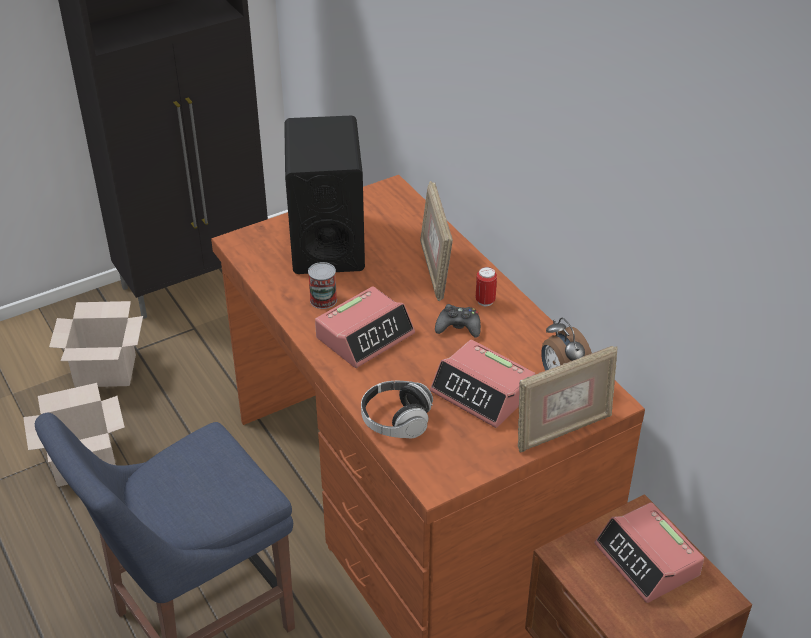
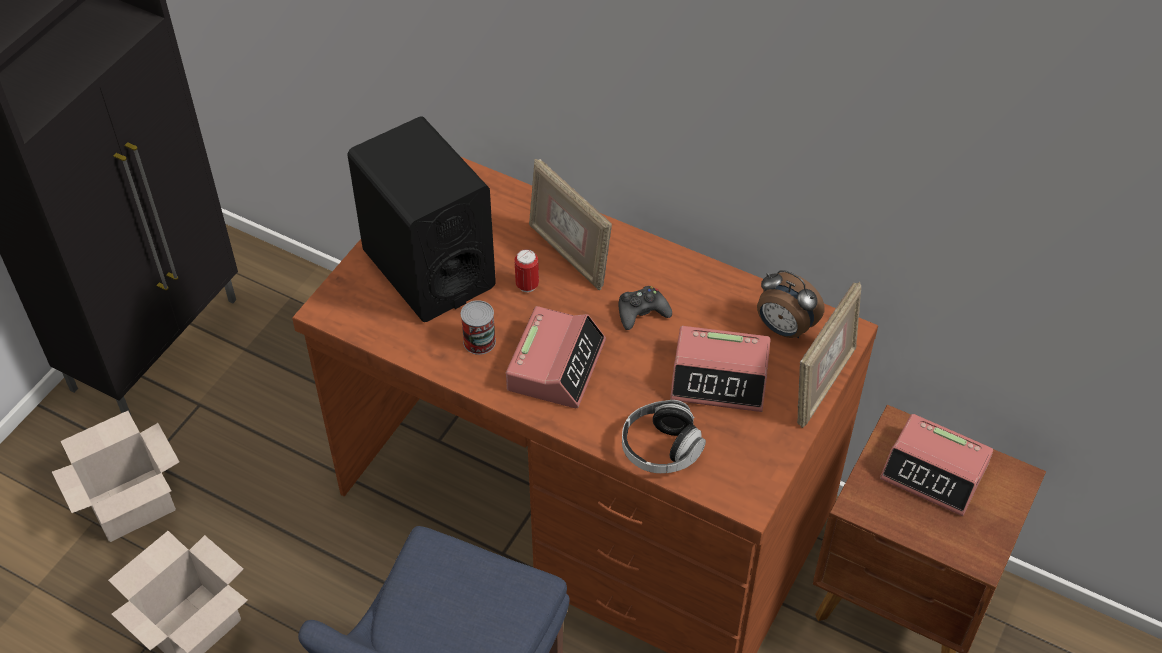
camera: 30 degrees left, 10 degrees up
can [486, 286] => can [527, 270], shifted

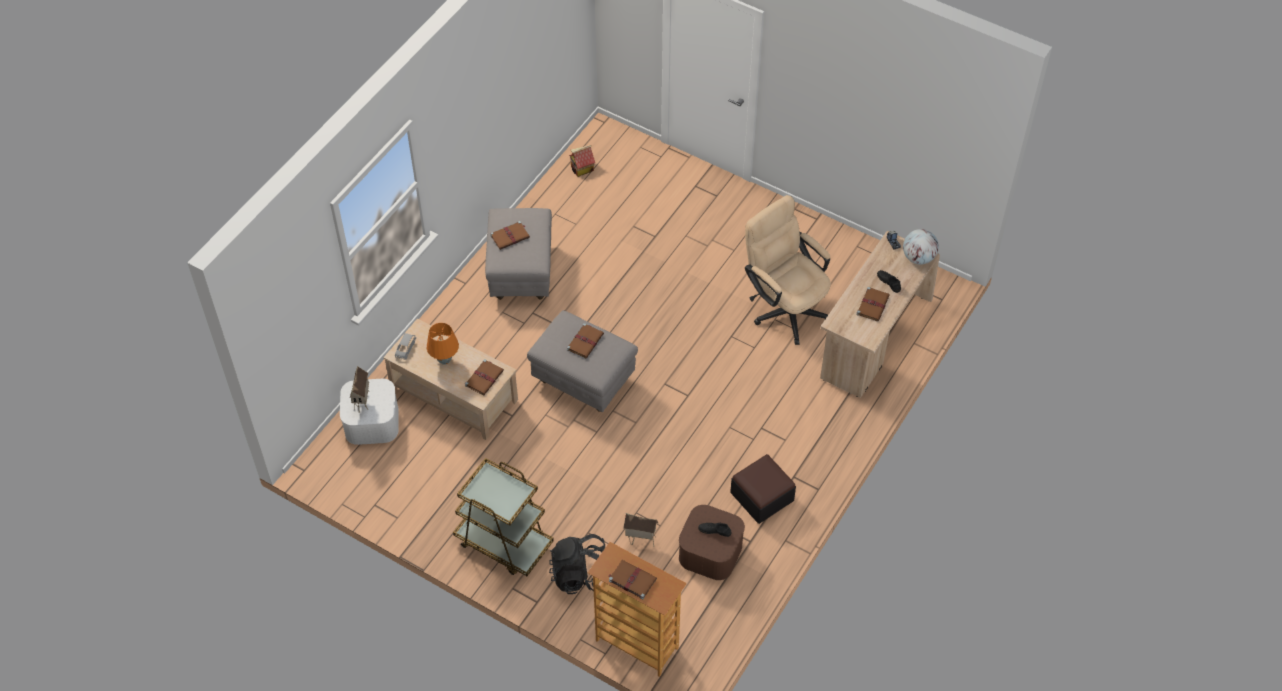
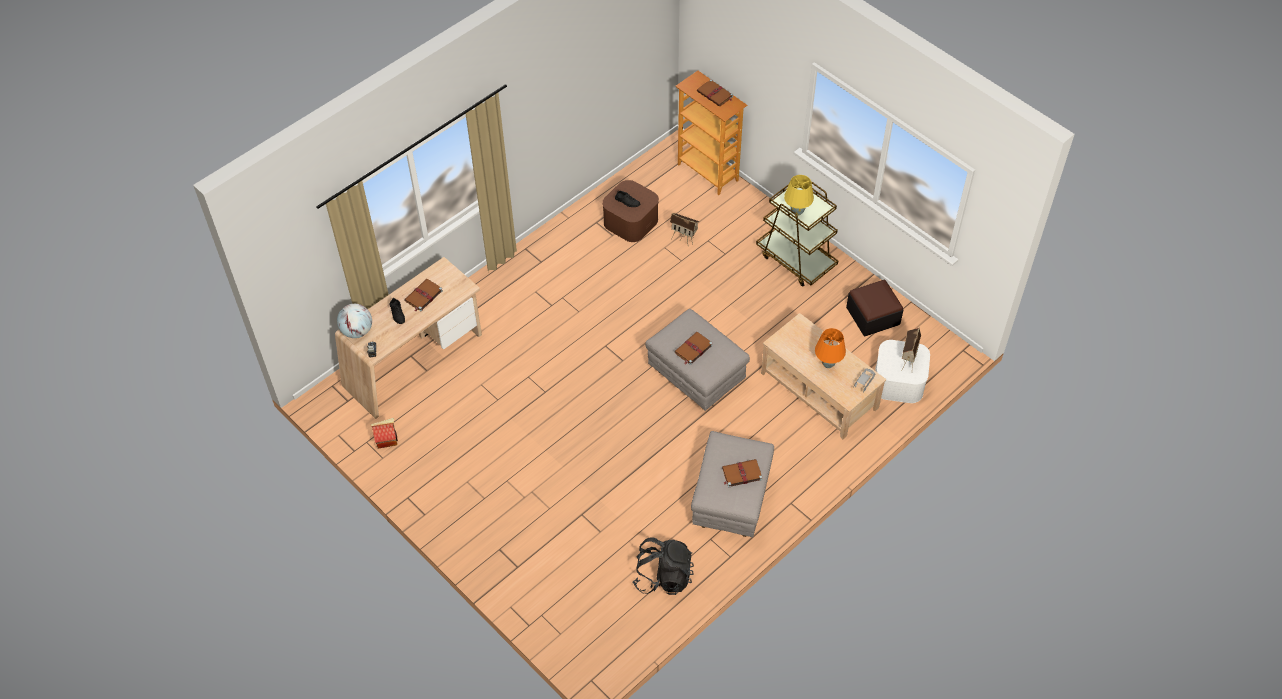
camera: 165 degrees left, 0 degrees up
book (brown) [484, 377] => nothing
backpack (black) [577, 564] => backpack (black) [663, 566], shifted
toy house [582, 161] => toy house [384, 433], shifted
ottoman [763, 489] => ottoman [874, 307], shifted
office chair (beige) [788, 270] => nothing
nothing => table lamp (yellow) [799, 195]

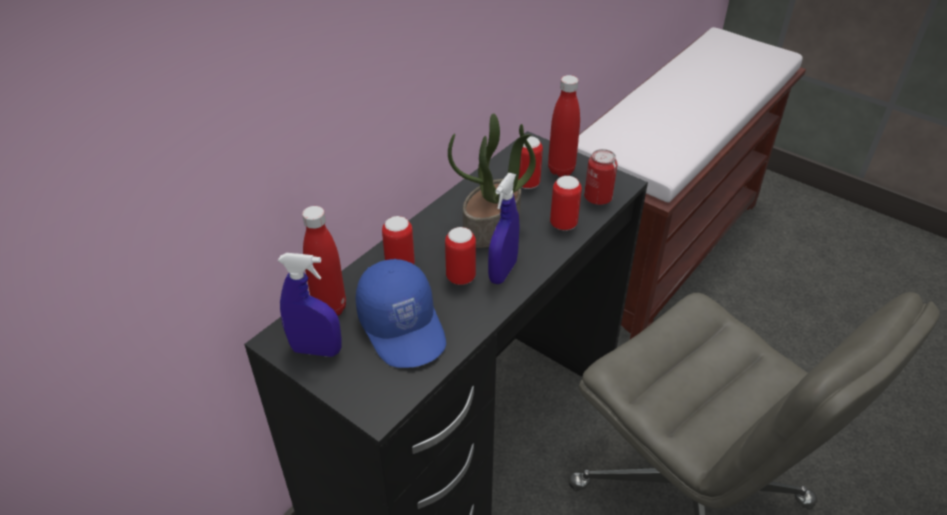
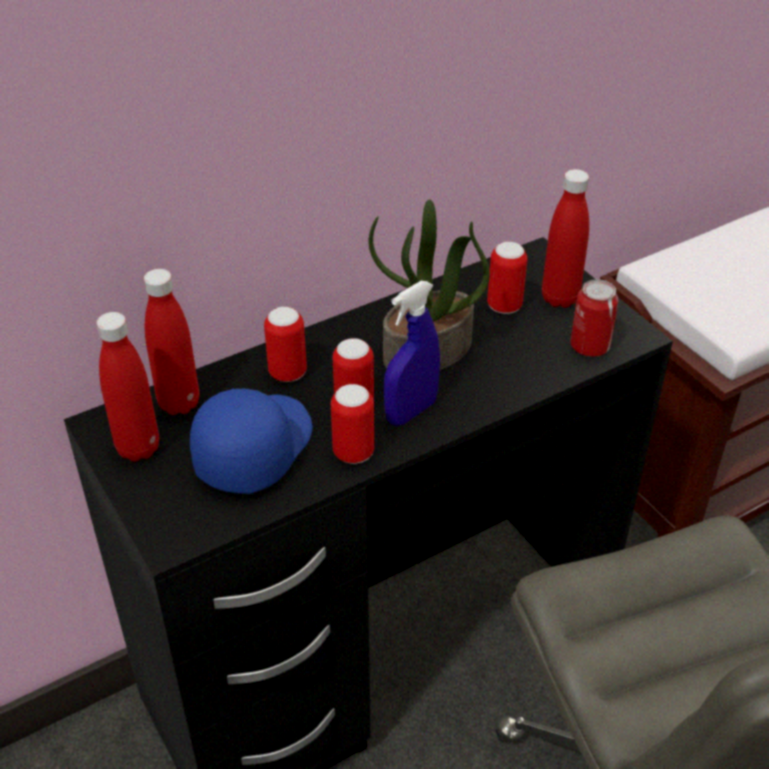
camera: 20 degrees right, 0 degrees up
spray bottle (blue) [310, 305] => bottle (red) [127, 387]
cap (blue) [401, 313] => cap (blue) [251, 441], 150 degrees counterclockwise
can [566, 203] => can [352, 424], shifted

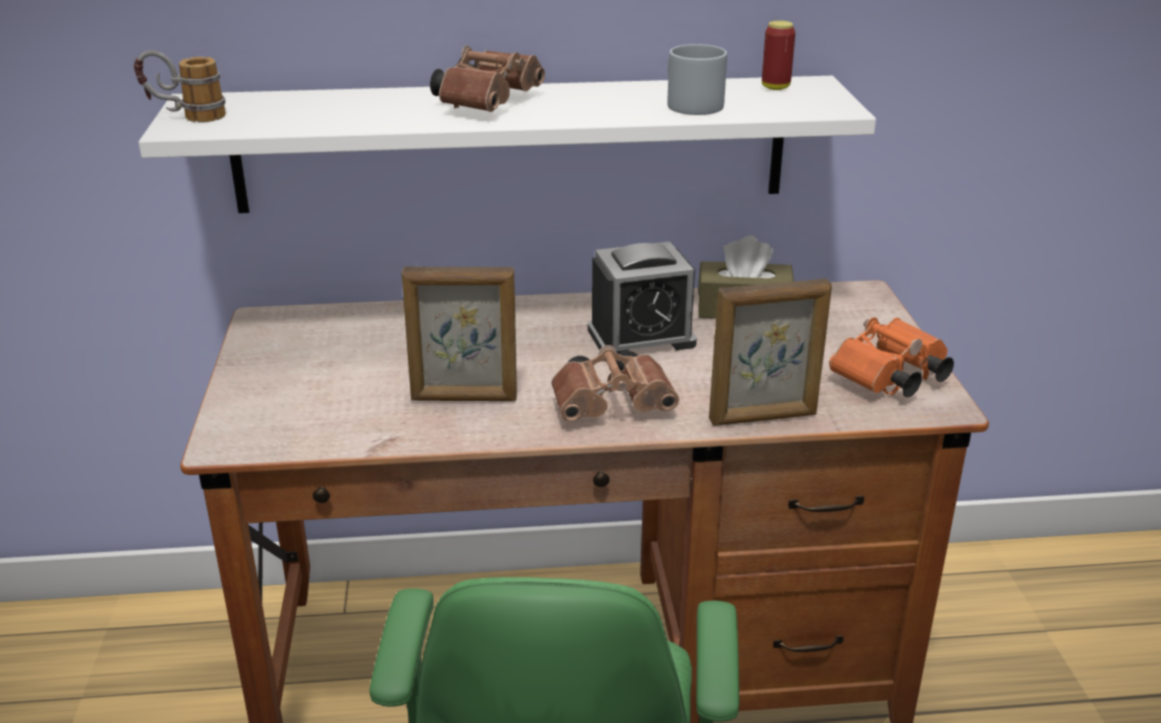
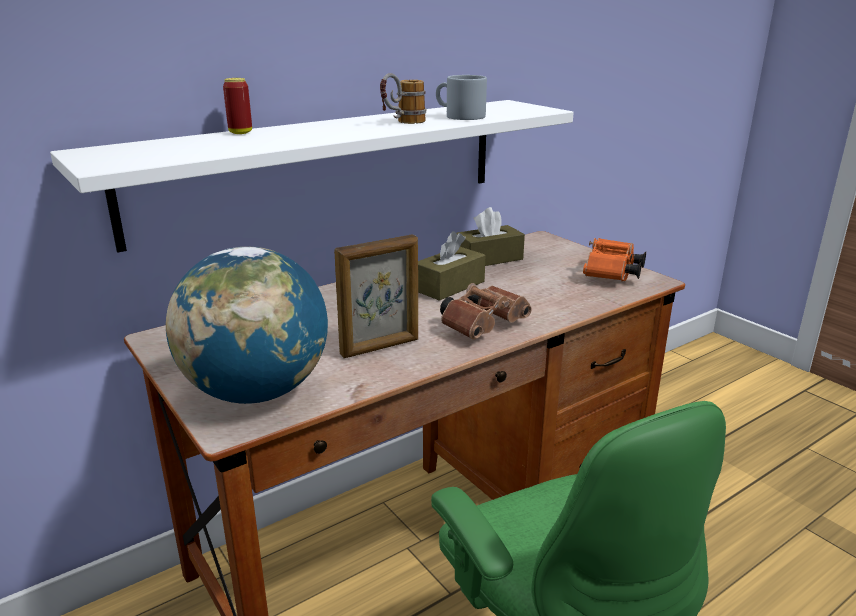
camera: 30 degrees left, 5 degrees down
mug [180, 86] => mug [403, 98], shifted
binoculars (brown) [487, 79] => nothing
alarm clock [642, 297] => tissue box (brown) [452, 266]
picture frame [770, 352] => nothing
can [778, 55] => can [237, 106], shifted
nothing => globe [247, 325]

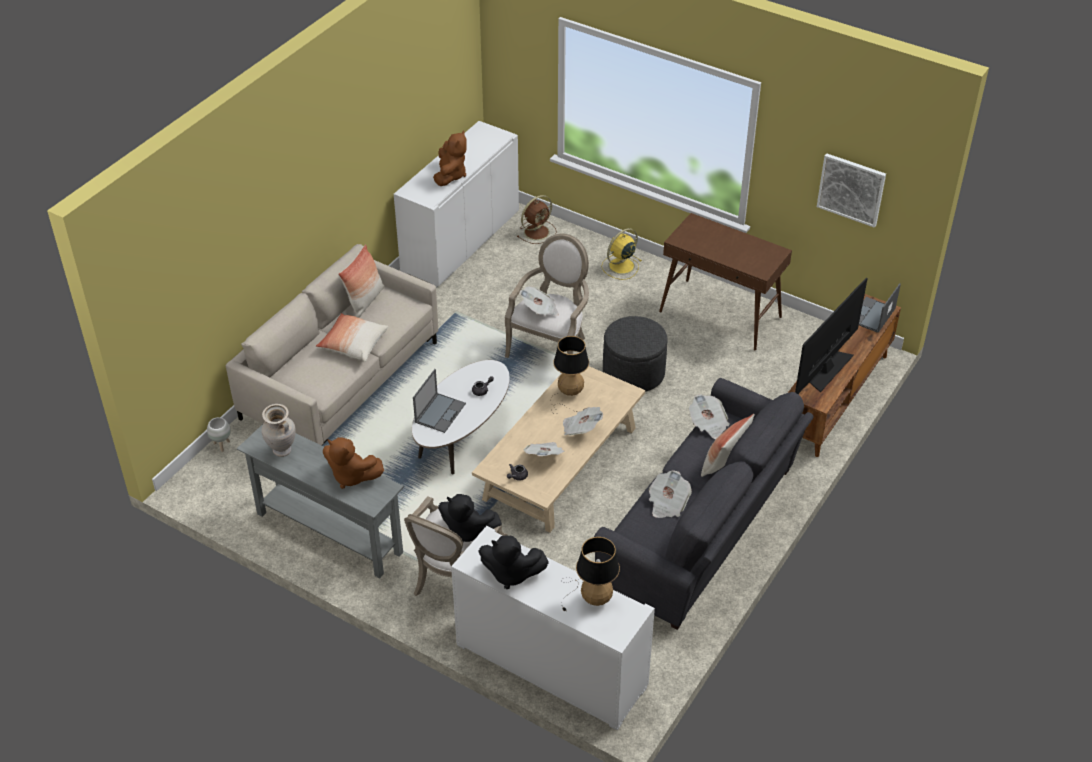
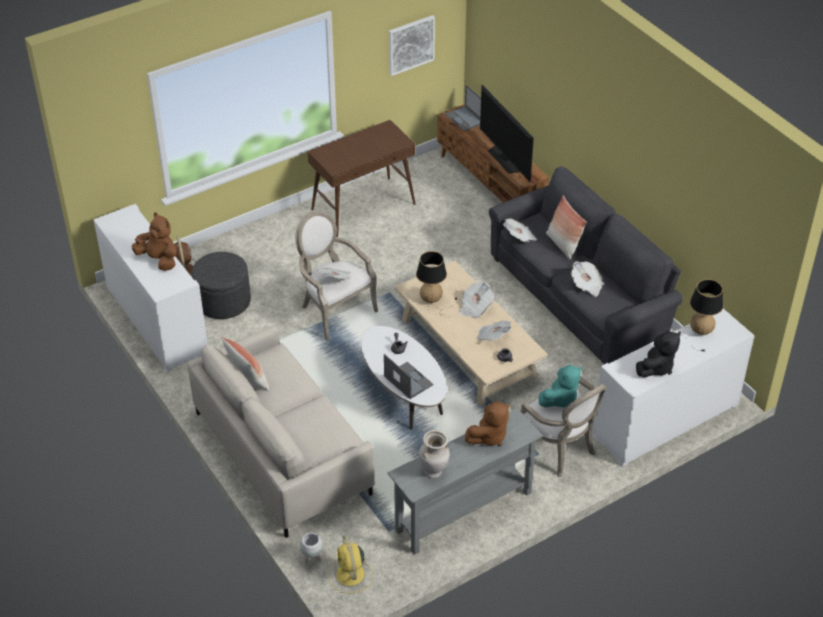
camera: 65 degrees left, 0 degrees up
pillow [352, 337] => nothing
plush toy (black) [470, 518] => plush toy (turquoise) [560, 386]
fan (yellow) [621, 254] => fan (yellow) [351, 564], shifted
ottoman (grey) [635, 354] => ottoman (grey) [221, 285], shifted

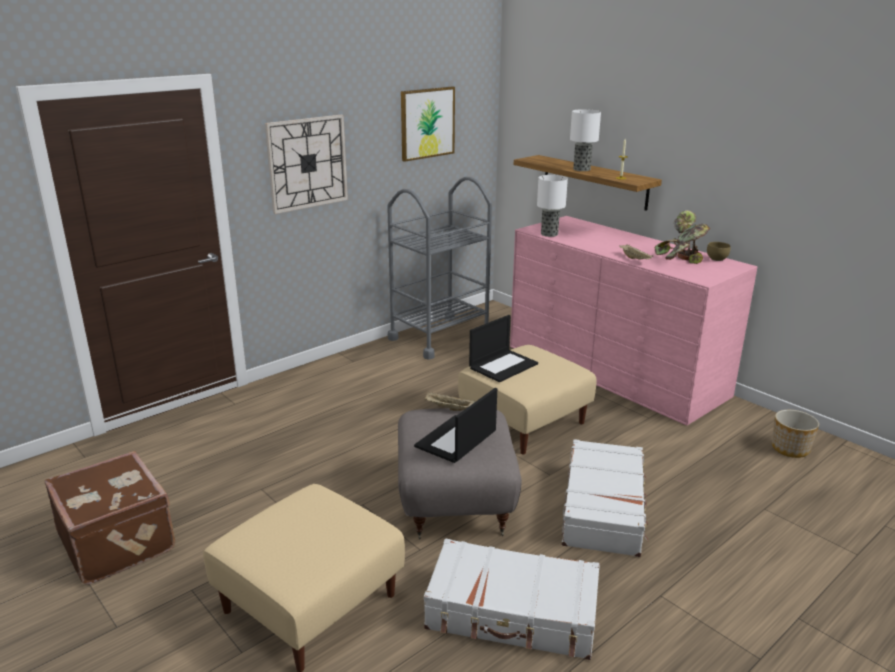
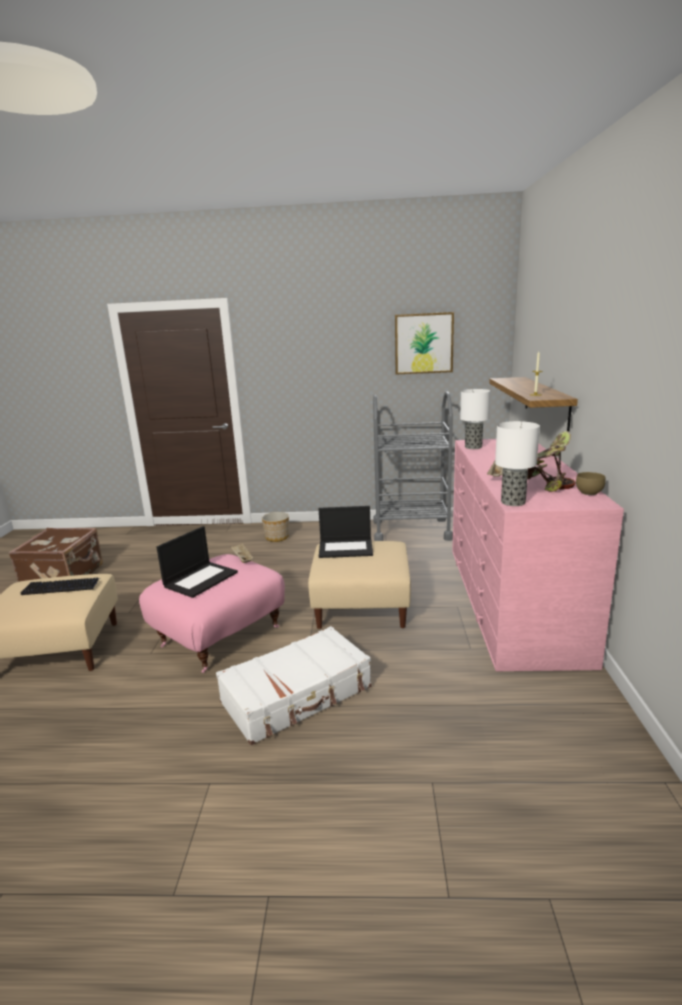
camera: 45 degrees right, 5 degrees down
wall clock [306, 164] => nothing
ottoman (grey) [460, 473] => ottoman (pink) [212, 613]
laptop [455, 425] => laptop [197, 562], 135 degrees clockwise
suitcase (white) [512, 599] => nothing
table lamp [585, 140] => table lamp [517, 463], shifted
planter [795, 434] => planter [275, 527], shifted
nothing => keyboard [60, 586]

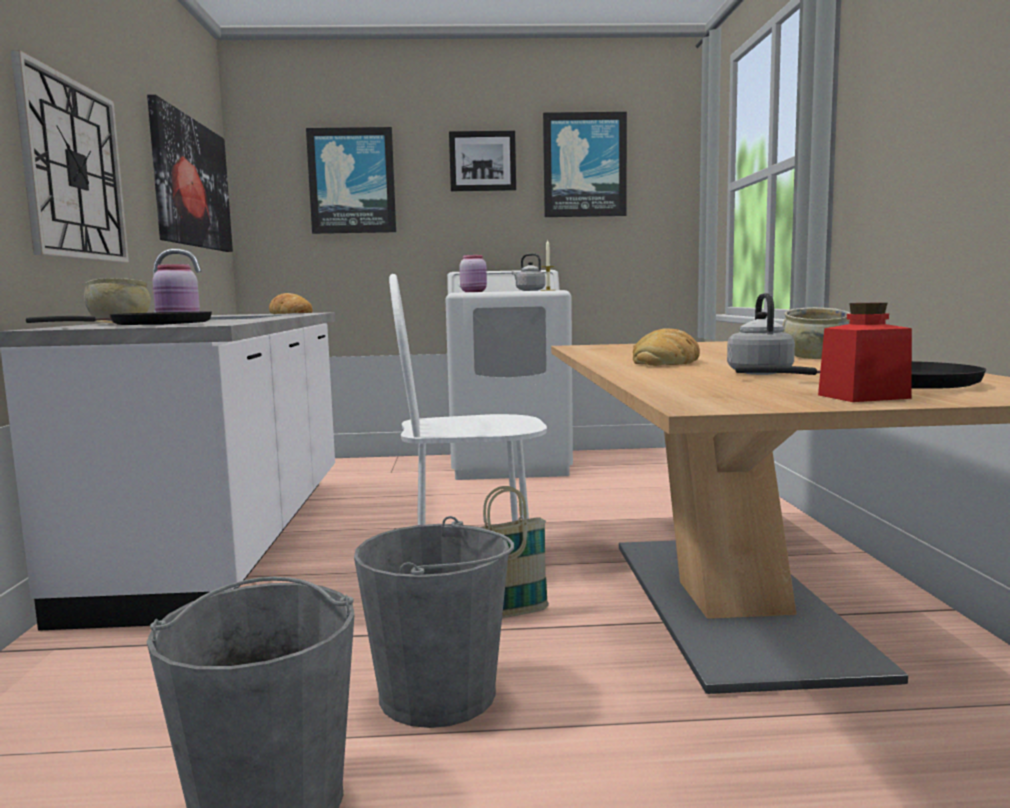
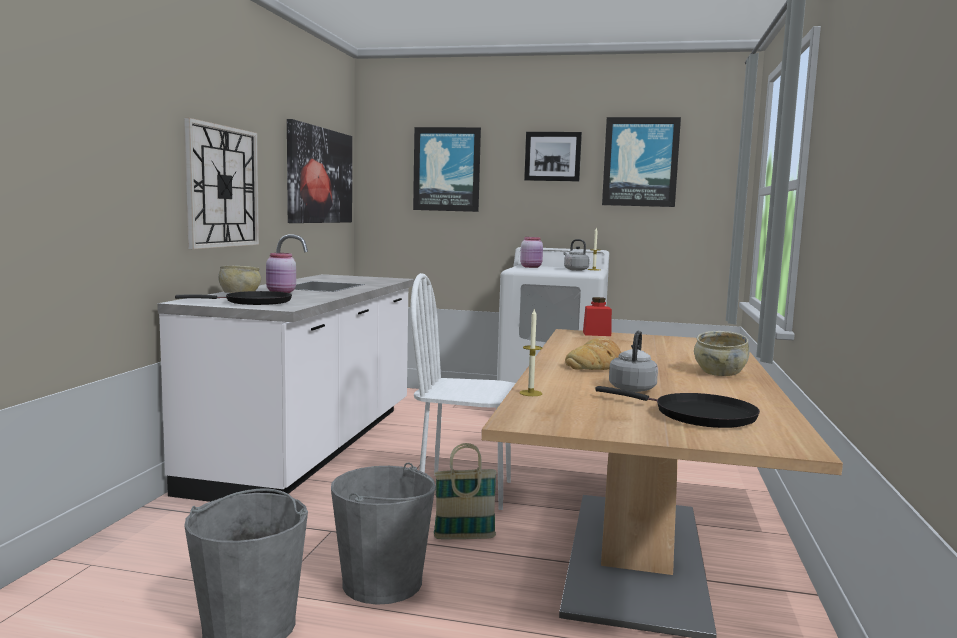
camera: 15 degrees right, 0 degrees up
bread [290, 303] => nothing
jar (red) [865, 352] => jar (red) [597, 316], shifted
nothing => candle [531, 352]

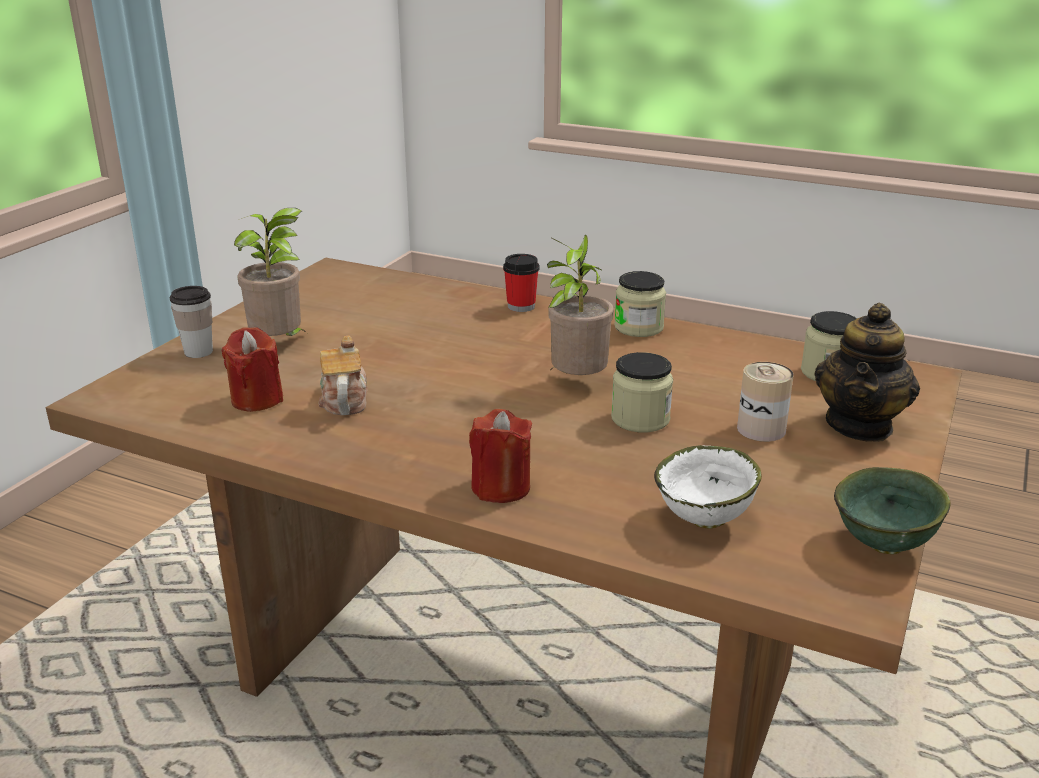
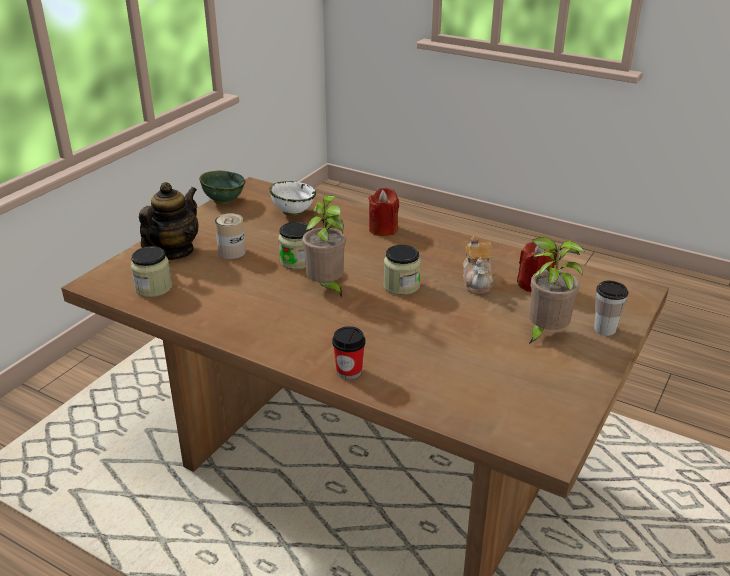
camera: 175 degrees left, 5 degrees up
jar [640, 304] => jar [402, 270], shifted

